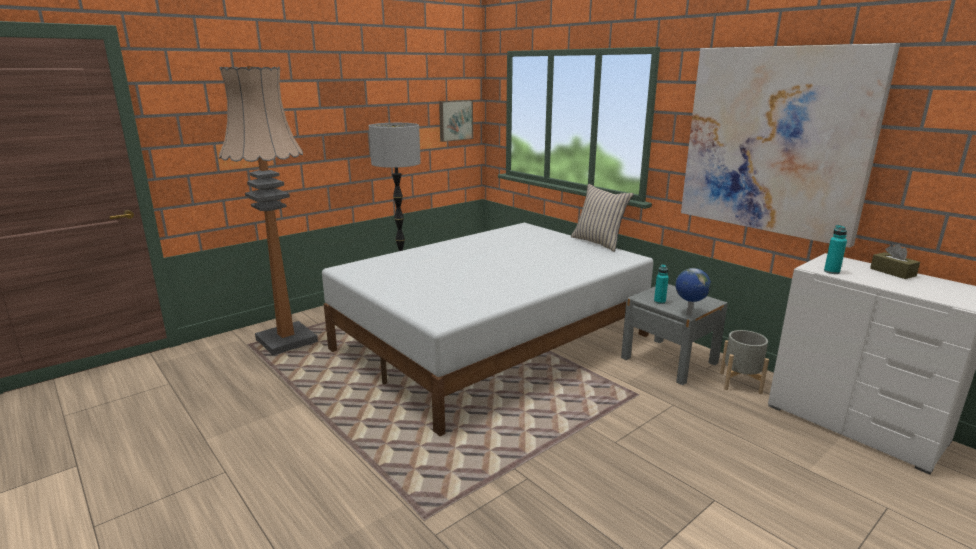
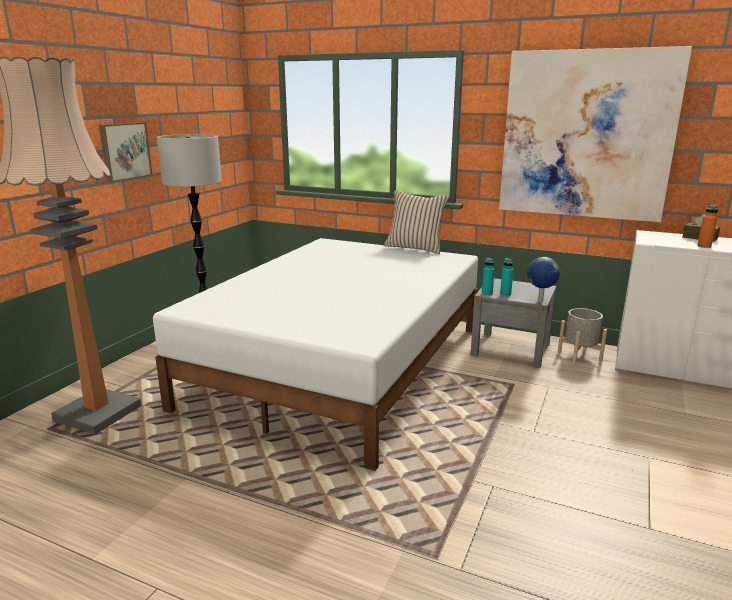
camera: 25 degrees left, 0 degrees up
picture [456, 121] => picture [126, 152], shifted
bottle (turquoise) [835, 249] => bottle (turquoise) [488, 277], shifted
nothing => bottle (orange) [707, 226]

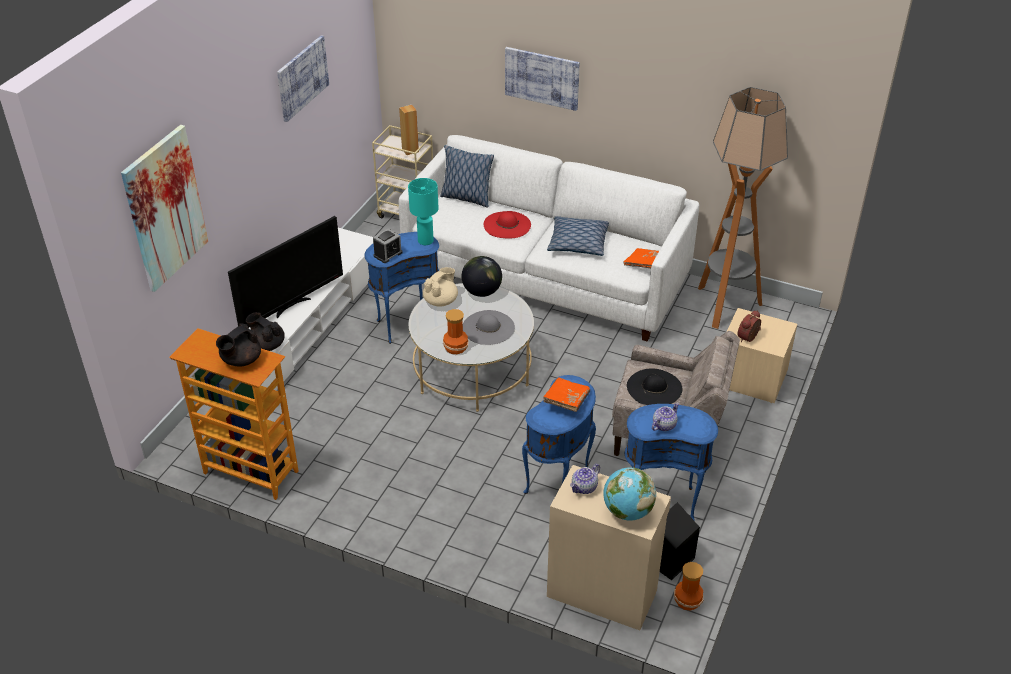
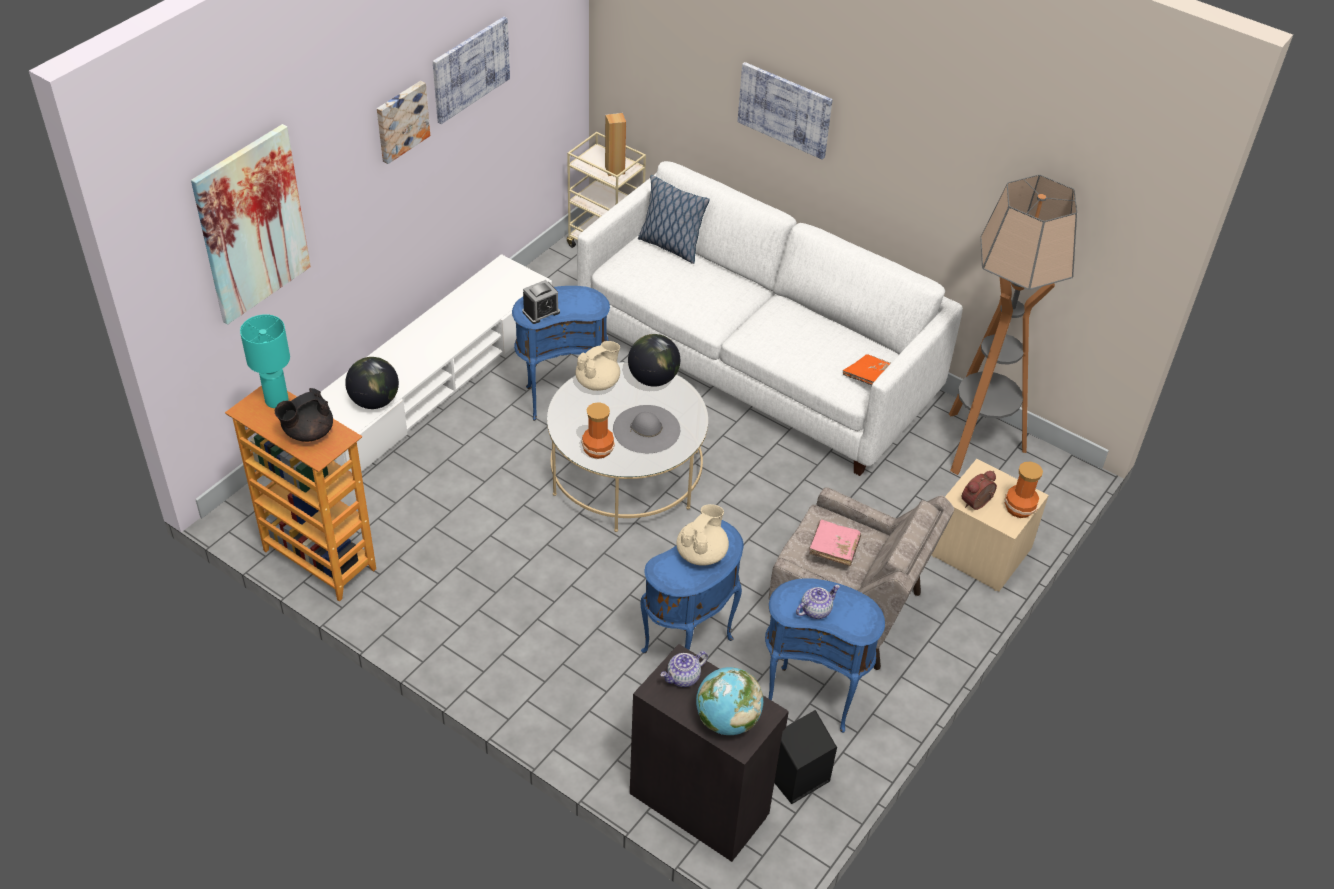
camera: 10 degrees right, 5 degrees up
television [285, 272] => nothing
teapot (black) [265, 331] => globe [372, 383]
table lamp (turquoise) [423, 211] => table lamp (turquoise) [265, 361], shifted
hat (red) [507, 225] => nothing
book (orange) [566, 394] => teapot (beige) [702, 535]
pillow [578, 236] => nothing
cabinet (beige) [609, 547] => cabinet (black) [709, 753]
hat (black) [654, 386] => book (pink) [835, 542]
vase [688, 586] => vase [1023, 490], shifted
nothing => picture [403, 122]

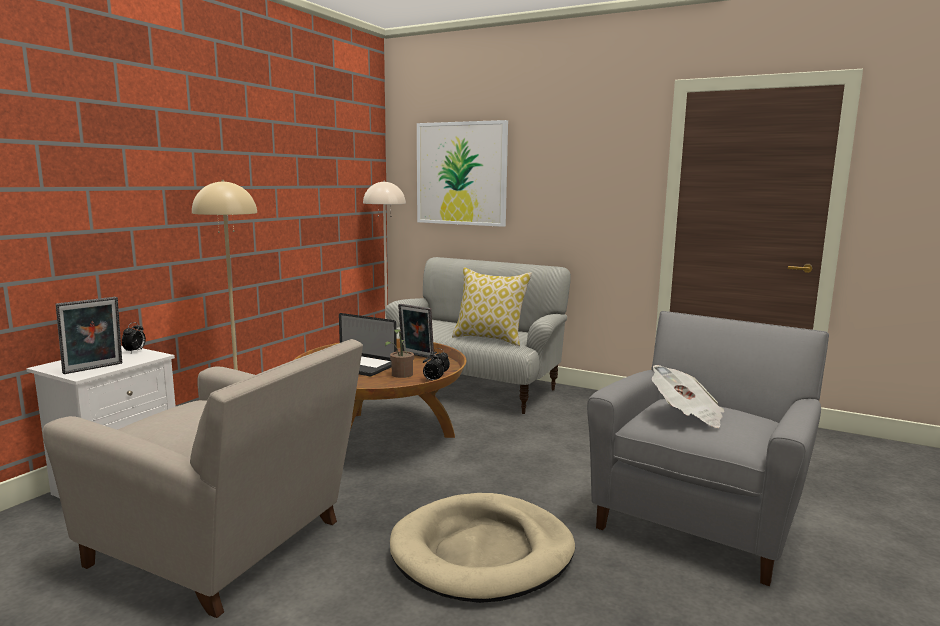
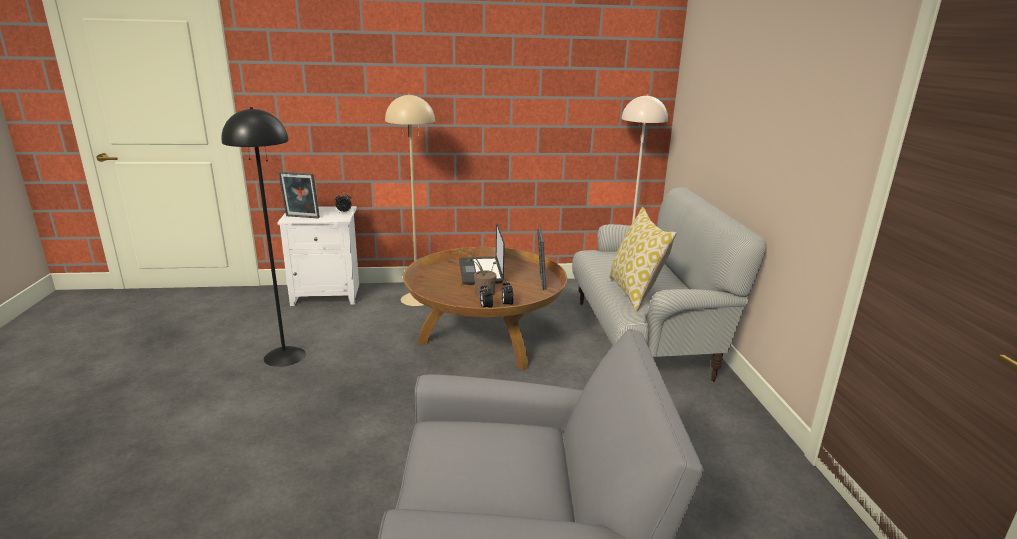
camera: 55 degrees right, 10 degrees up
armchair (beige) [202, 478] => floor lamp (black) [263, 237]
dog bed (beige) [482, 548] => nothing
picture [462, 173] => nothing
newspaper [687, 396] => nothing

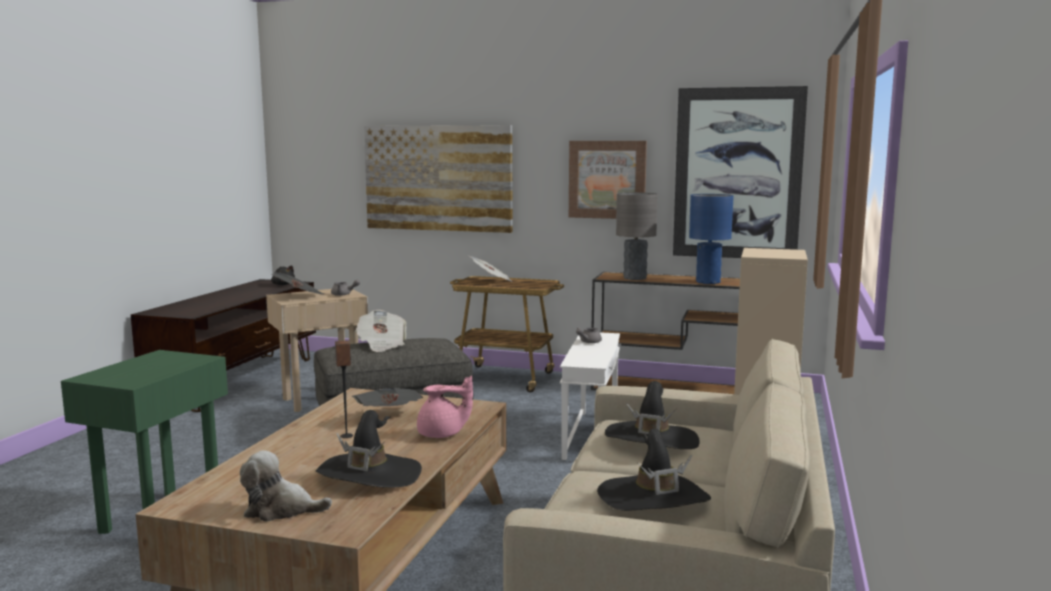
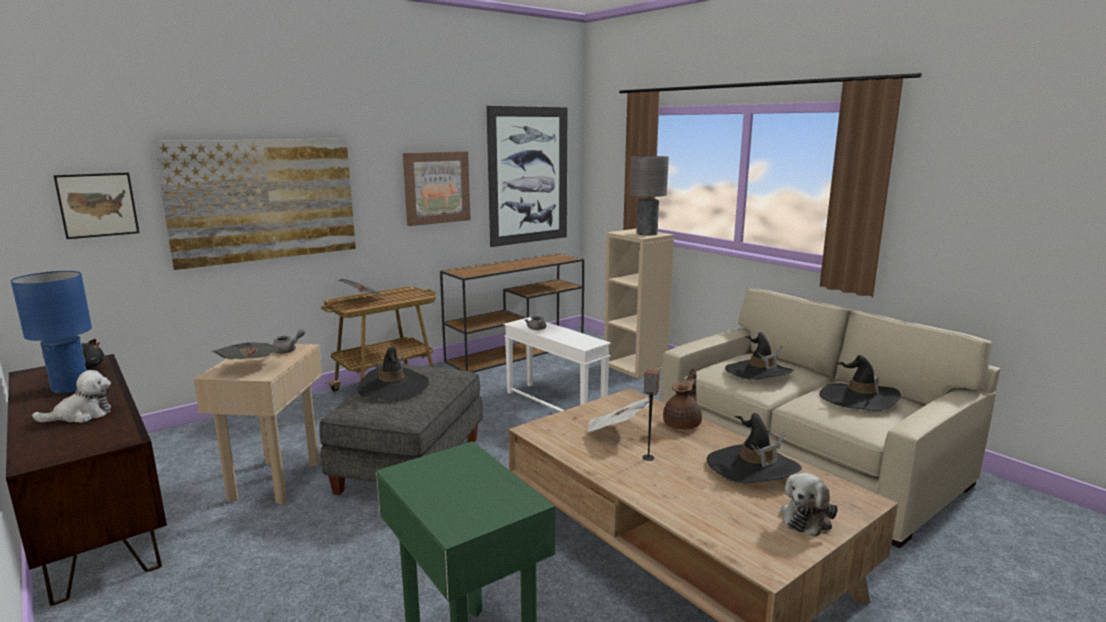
camera: 55 degrees left, 5 degrees up
newspaper [381, 331] => hat (black) [393, 374]
teapot (pink) [445, 407] => teapot (brown) [682, 398]
table lamp (grey) [637, 236] => table lamp (grey) [649, 196], shifted
table lamp (blue) [711, 239] => table lamp (blue) [51, 332], shifted
nothing => plush toy [71, 396]
nothing => picture [96, 206]

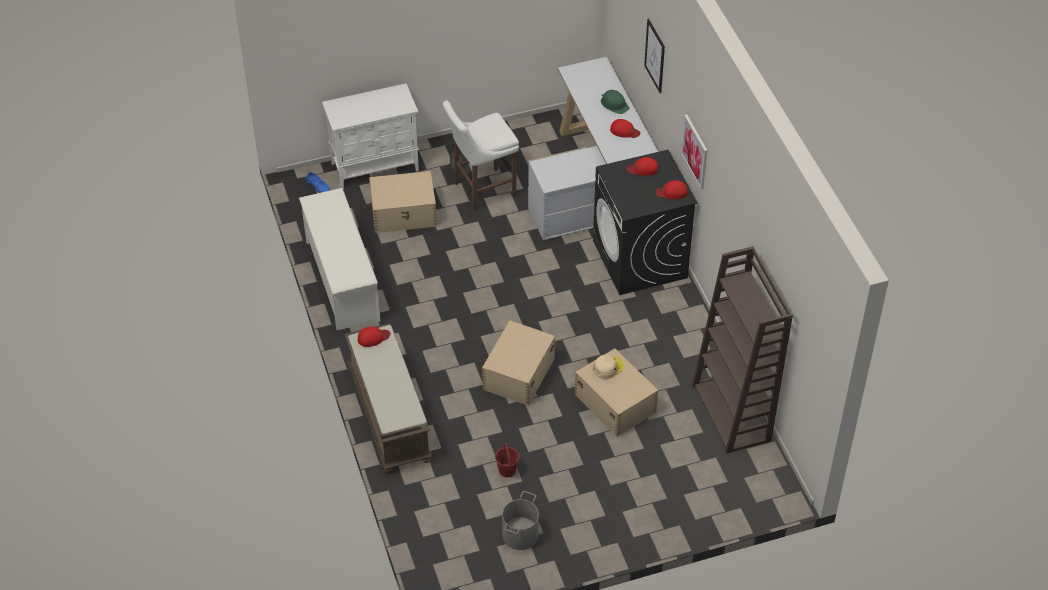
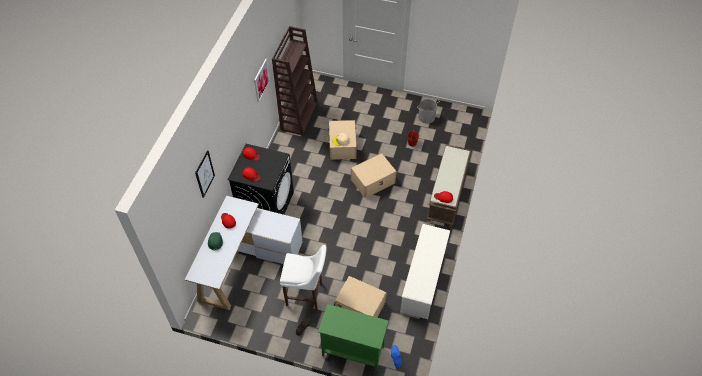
camera: 145 degrees left, 5 degrees up
cabinet (white) [370, 136] => cabinet (green) [353, 338]
picture [694, 151] => picture [262, 80], shifted

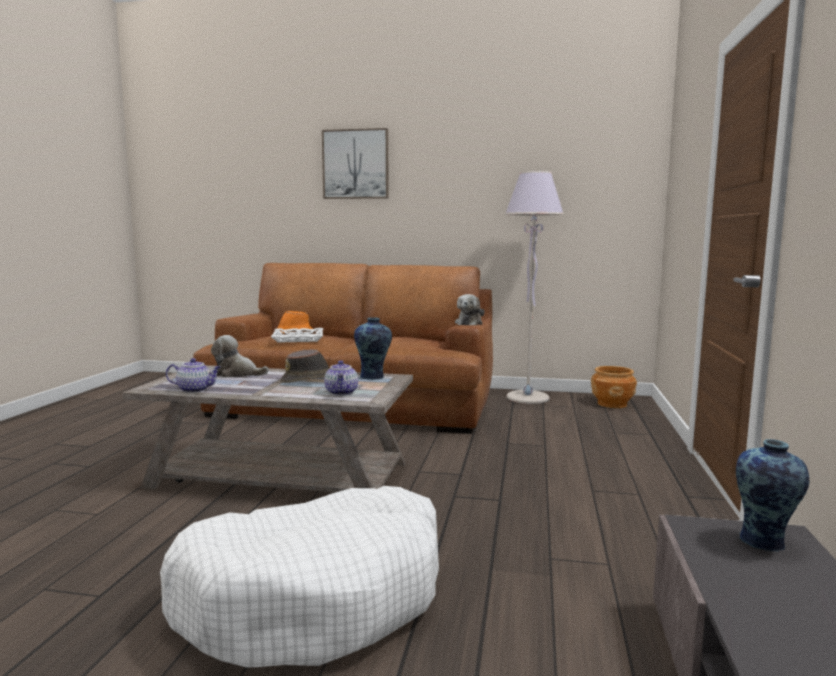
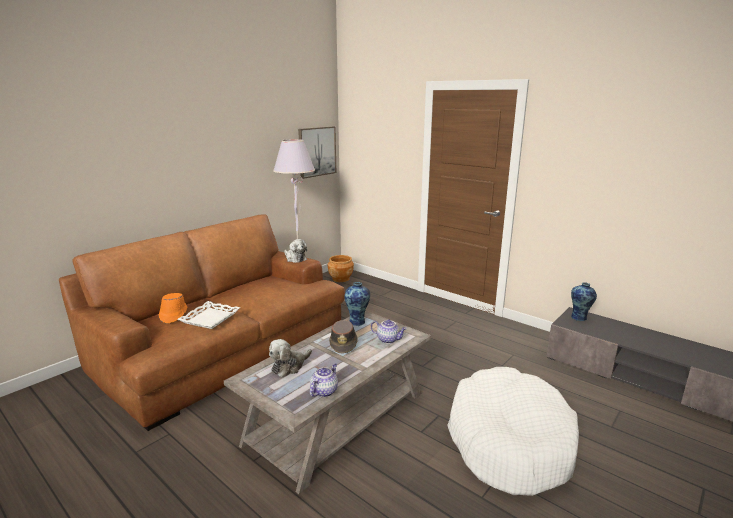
camera: 60 degrees left, 10 degrees up
picture [355, 163] => picture [317, 153], shifted

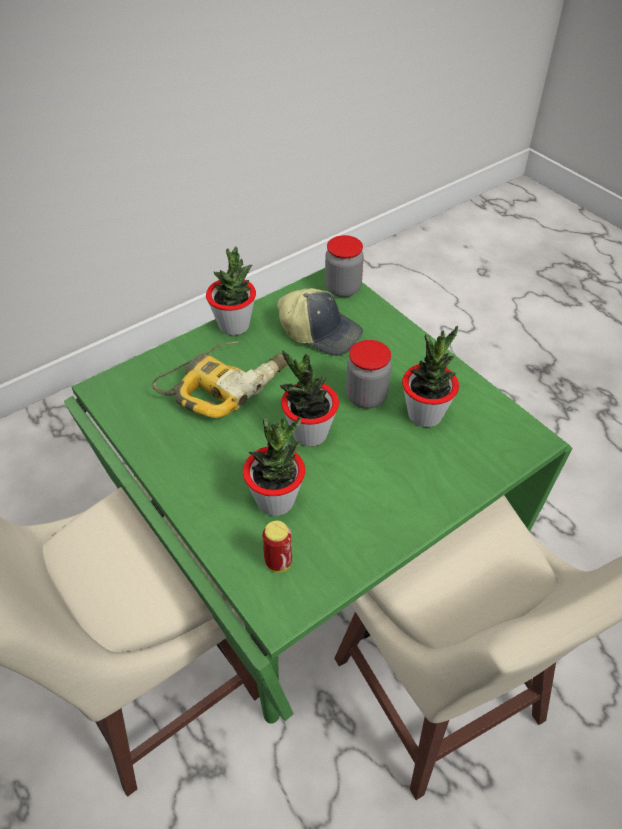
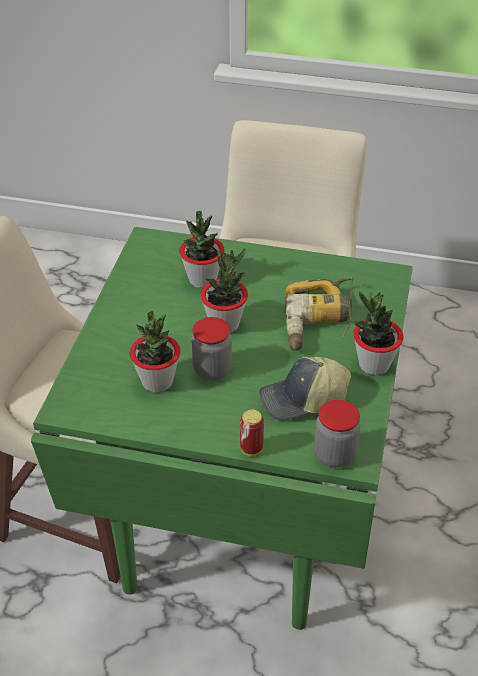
camera: 140 degrees right, 5 degrees down
can [277, 546] => can [252, 433], shifted

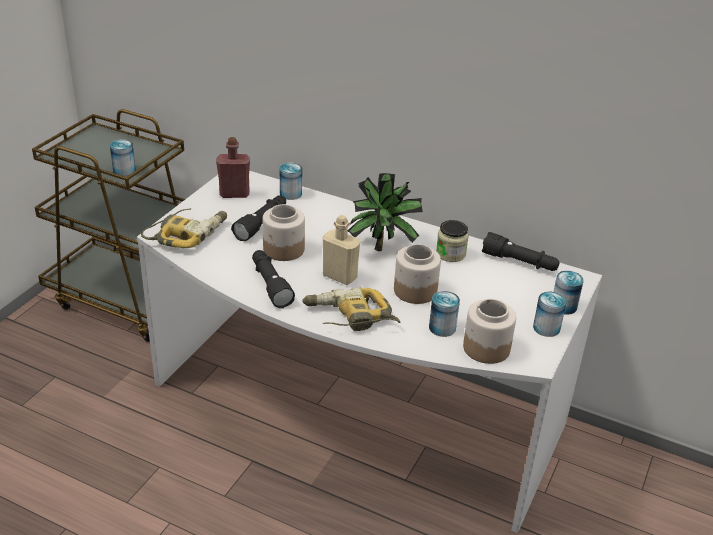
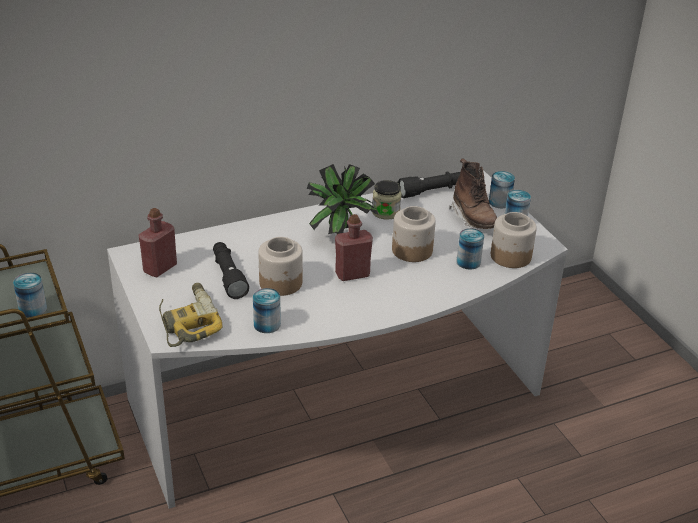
camera: 50 degrees left, 0 degrees up
flashlight (black) [273, 279] => nothing
can [291, 181] => can [267, 310], shifted
power drill [351, 309] => nothing
bottle (beige) [341, 250] => bottle (red) [354, 247]
nothing => boot (brown) [473, 193]

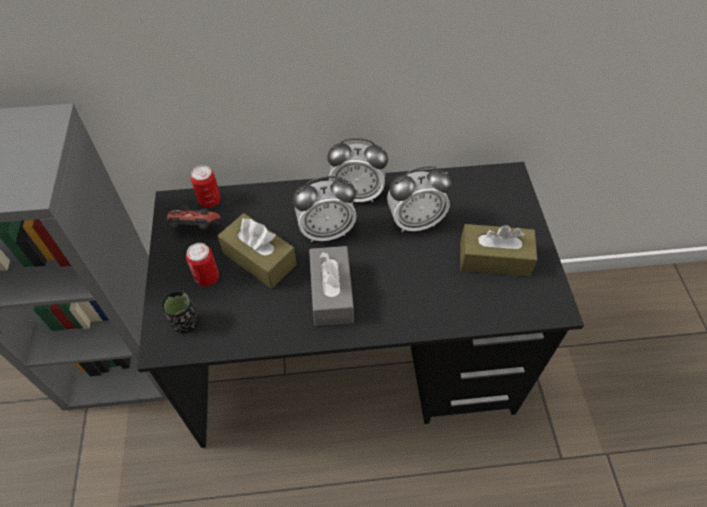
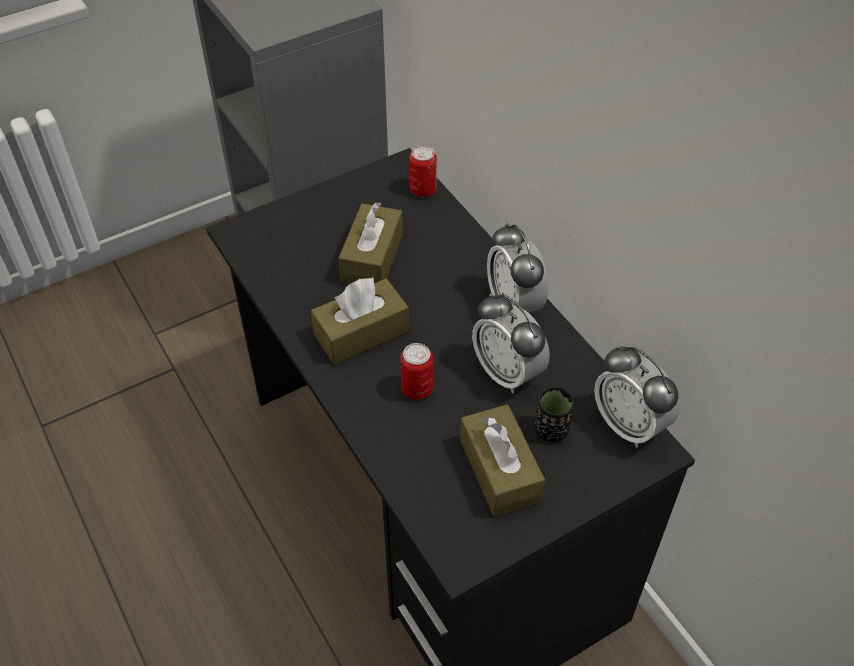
camera: 65 degrees right, 5 degrees down
cup (black) [180, 312] => cup (black) [554, 414], shifted
game controller [194, 218] => nothing
can [202, 264] => can [416, 371], shifted
alarm clock [324, 209] => alarm clock [637, 396], shifted
tissue box (grey) [331, 286] => tissue box (brown) [360, 320]

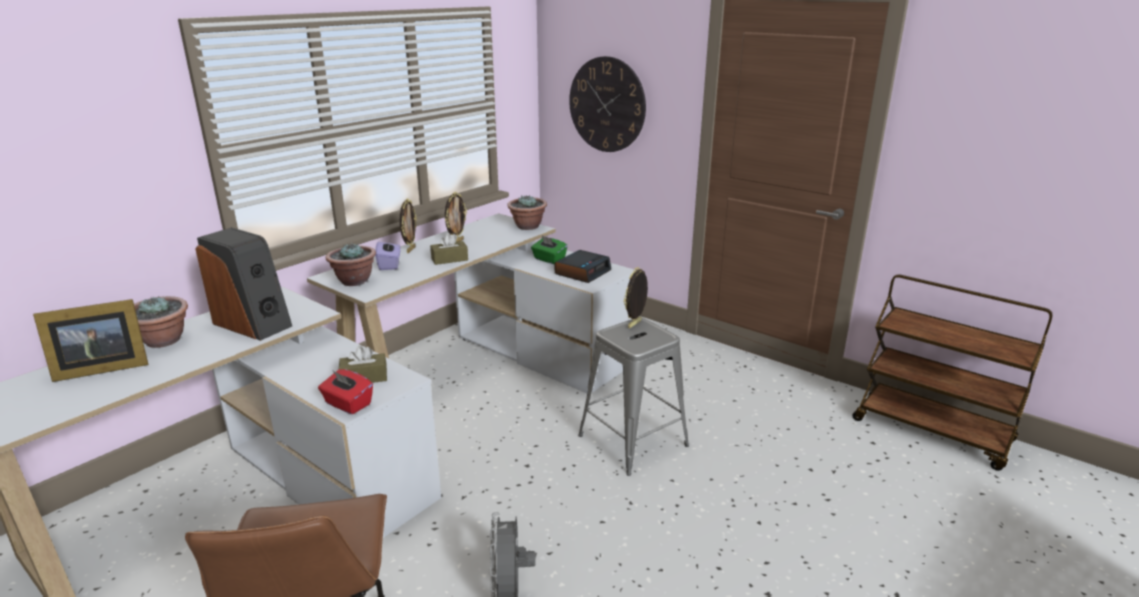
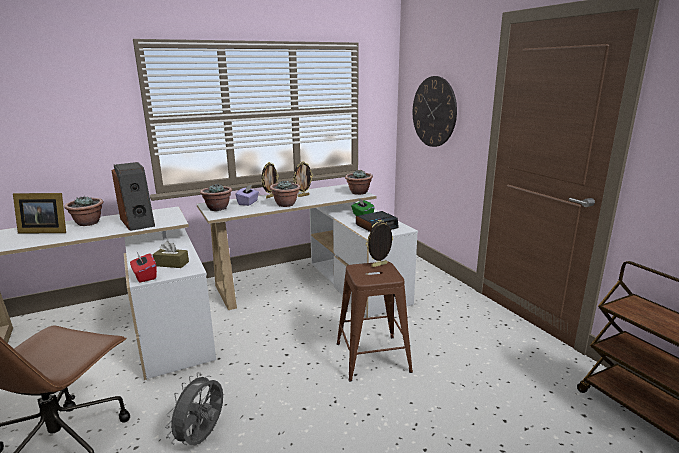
camera: 25 degrees right, 5 degrees down
tissue box (brown) [449, 249] => potted plant [285, 193]
stool (grey) [633, 397] => stool (brown) [375, 322]

